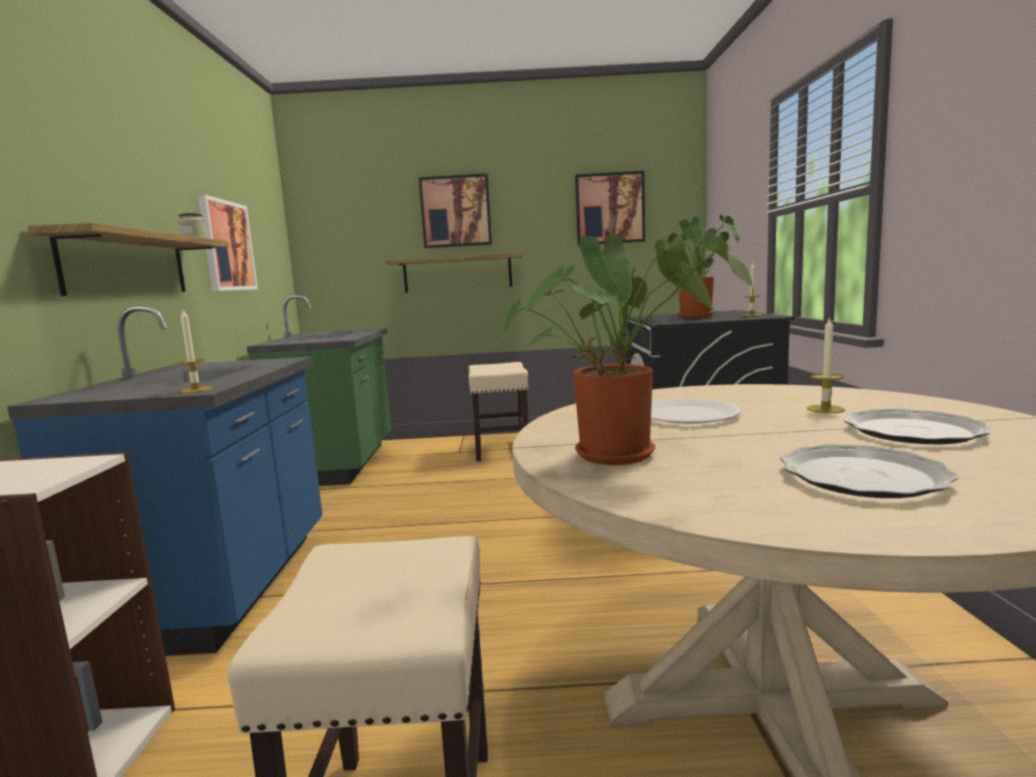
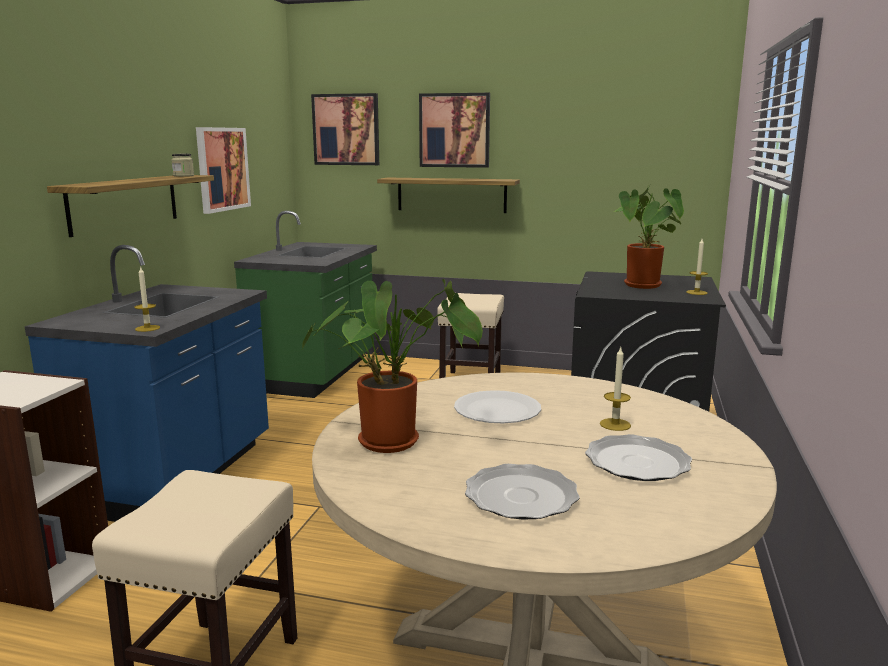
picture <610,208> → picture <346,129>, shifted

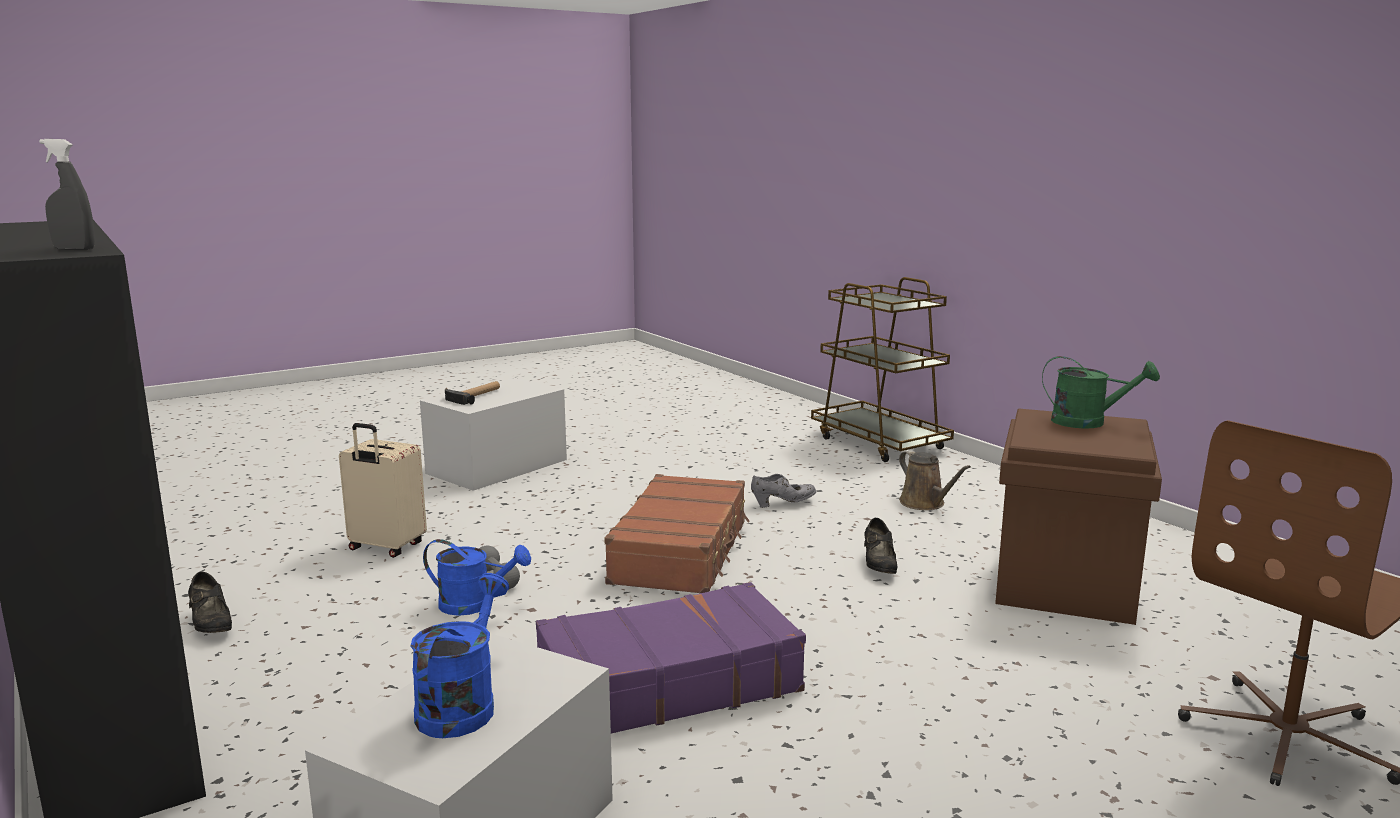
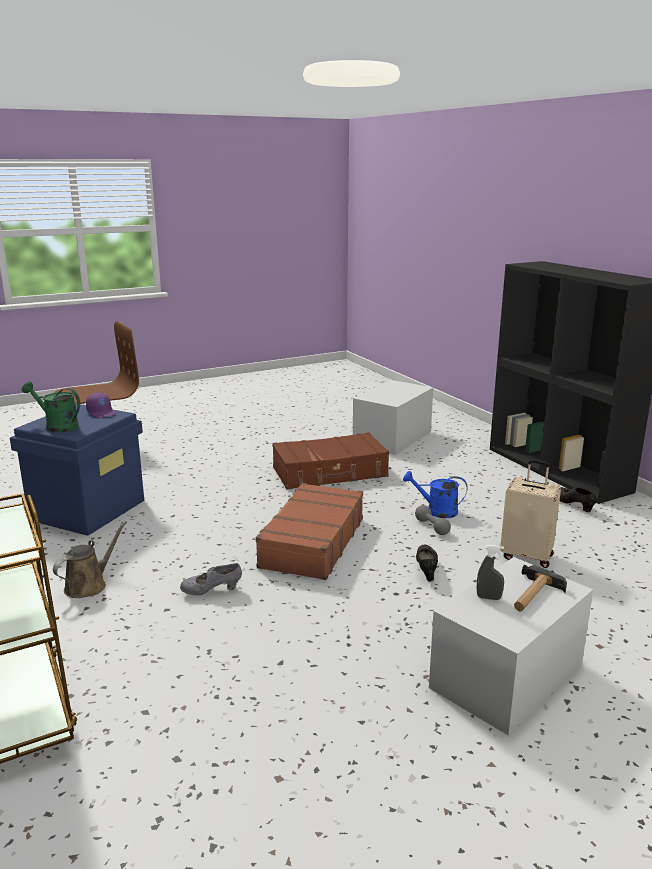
grey_spray_bottle <74,249> → grey_spray_bottle <488,598>, shifted
brown_storage_box <1066,584> → blue_storage_box <88,509>
brown_watering_can <925,503> → brown_watering_can <89,585>, 60 degrees clockwise
black_shoe <879,566> → black_shoe <426,569>, shifted
blue_watering_can <461,705> → -
purple_suitcase <667,683> → brown_suitcase <330,473>
- → purple_cap <102,412>

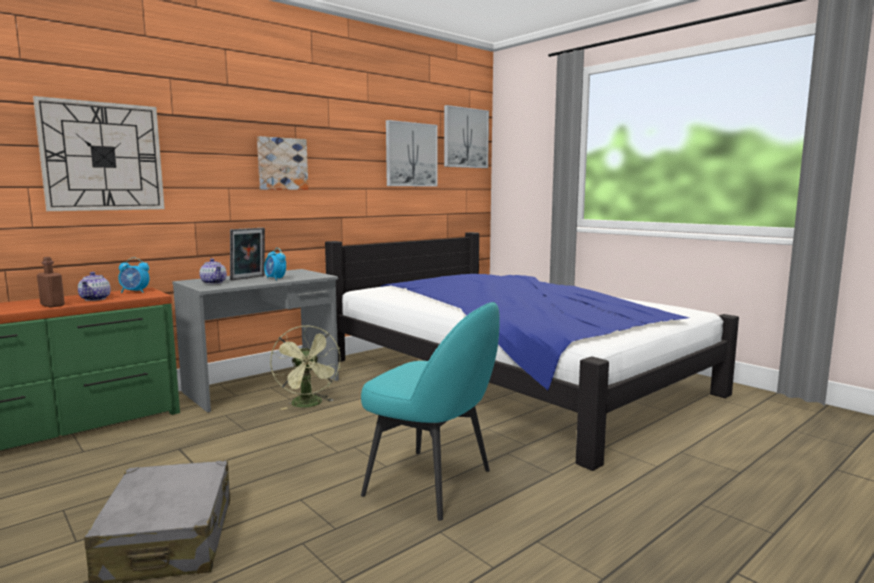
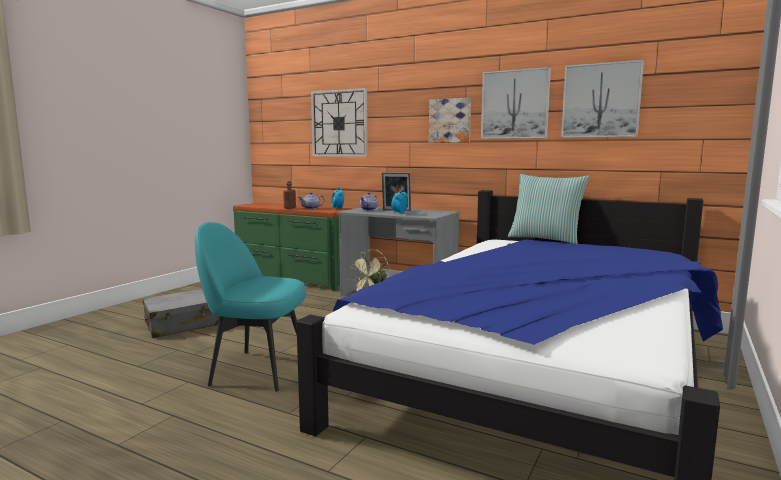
picture <465,138> → picture <515,104>, shifted
turquoise_chair <431,483> → turquoise_chair <257,369>, 90 degrees clockwise
- → pillow <545,239>

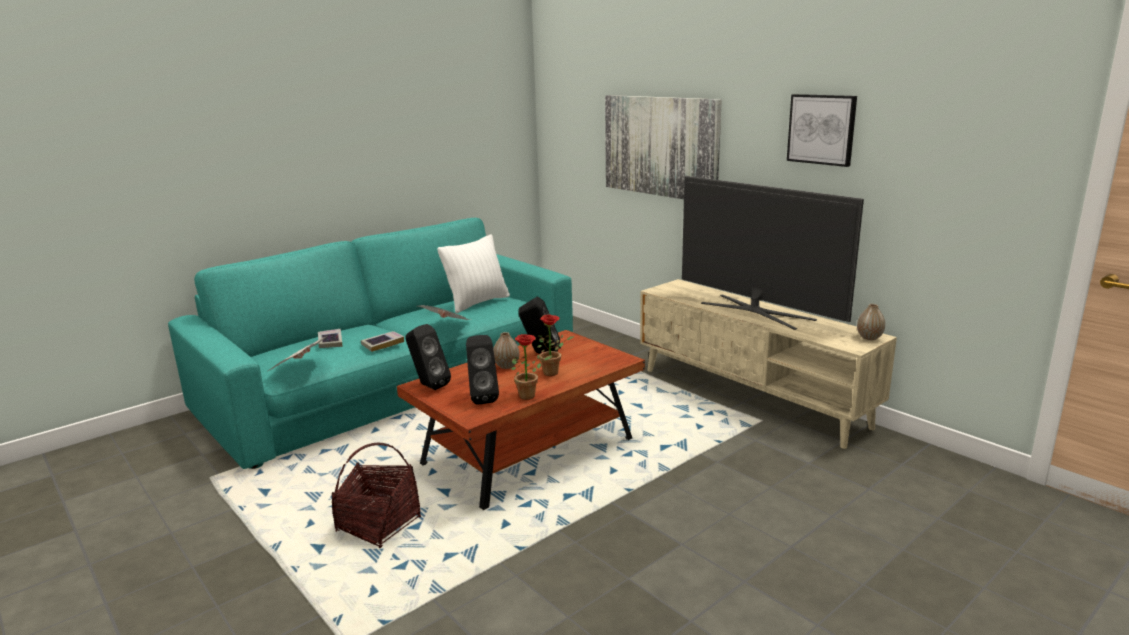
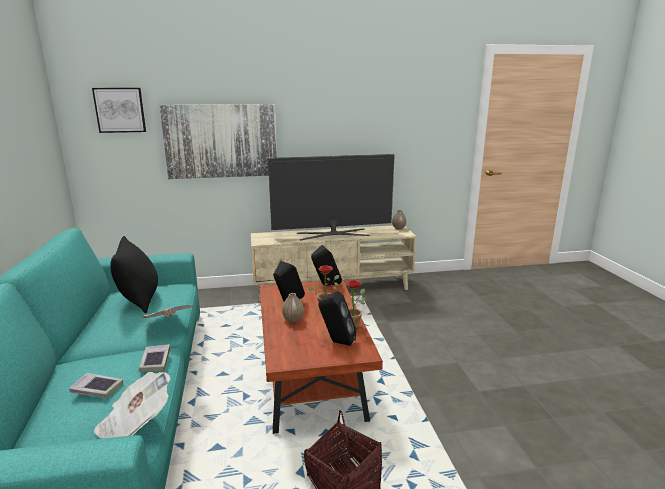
picture <821,129> → picture <120,110>, shifted
white_pillow <477,303> → black_pillow <139,300>
black_speaker <428,386> → black_speaker <326,285>, shifted

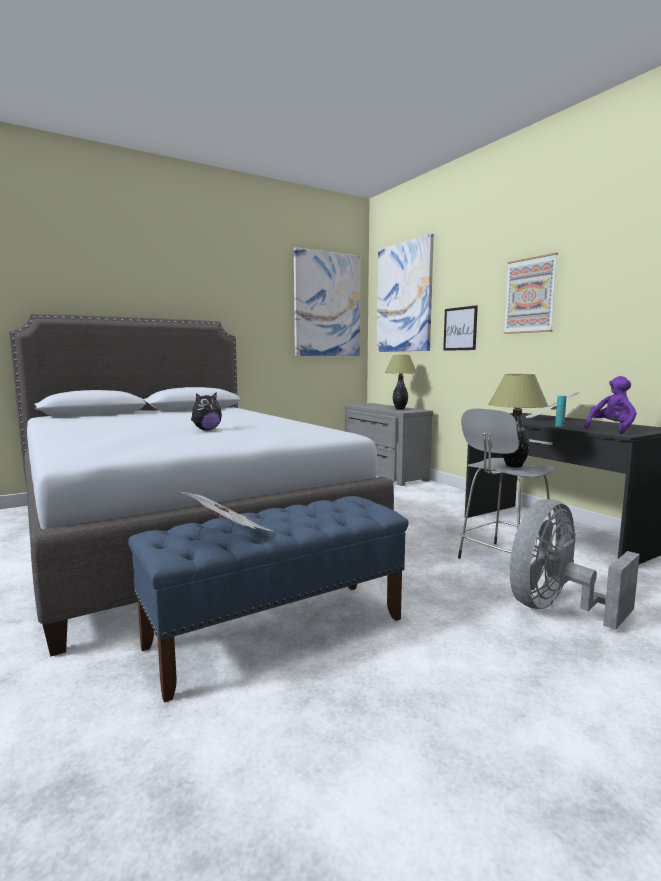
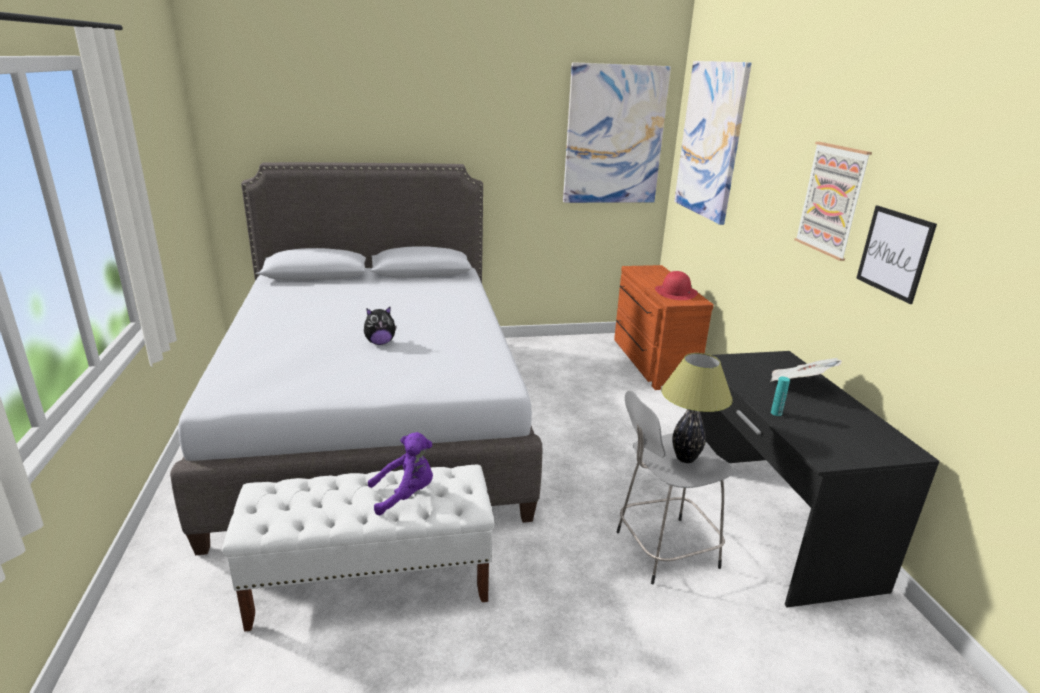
picture <460,329> → picture <894,253>, shifted
table_lamp <400,409> → red_hat <675,292>
purple_plush_toy <611,430> → purple_plush_toy <405,495>, shifted
grey_dresser <382,474> → brown_dresser <650,362>
newspaper <228,534> → -
blue_bench <278,632> → white_bench <372,583>
grey_fan <556,608> → -

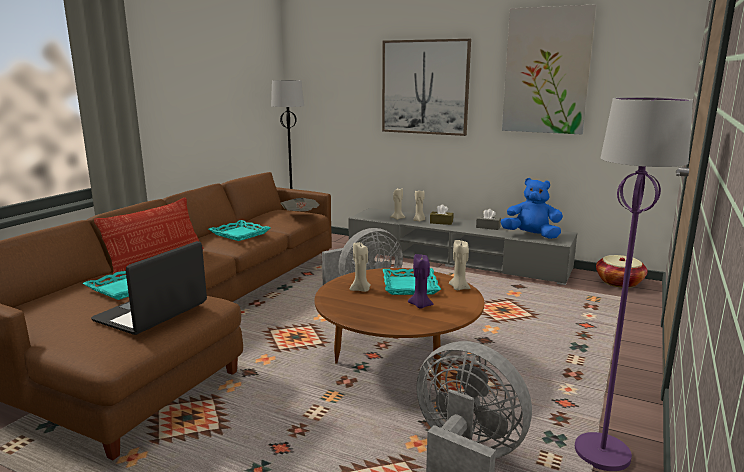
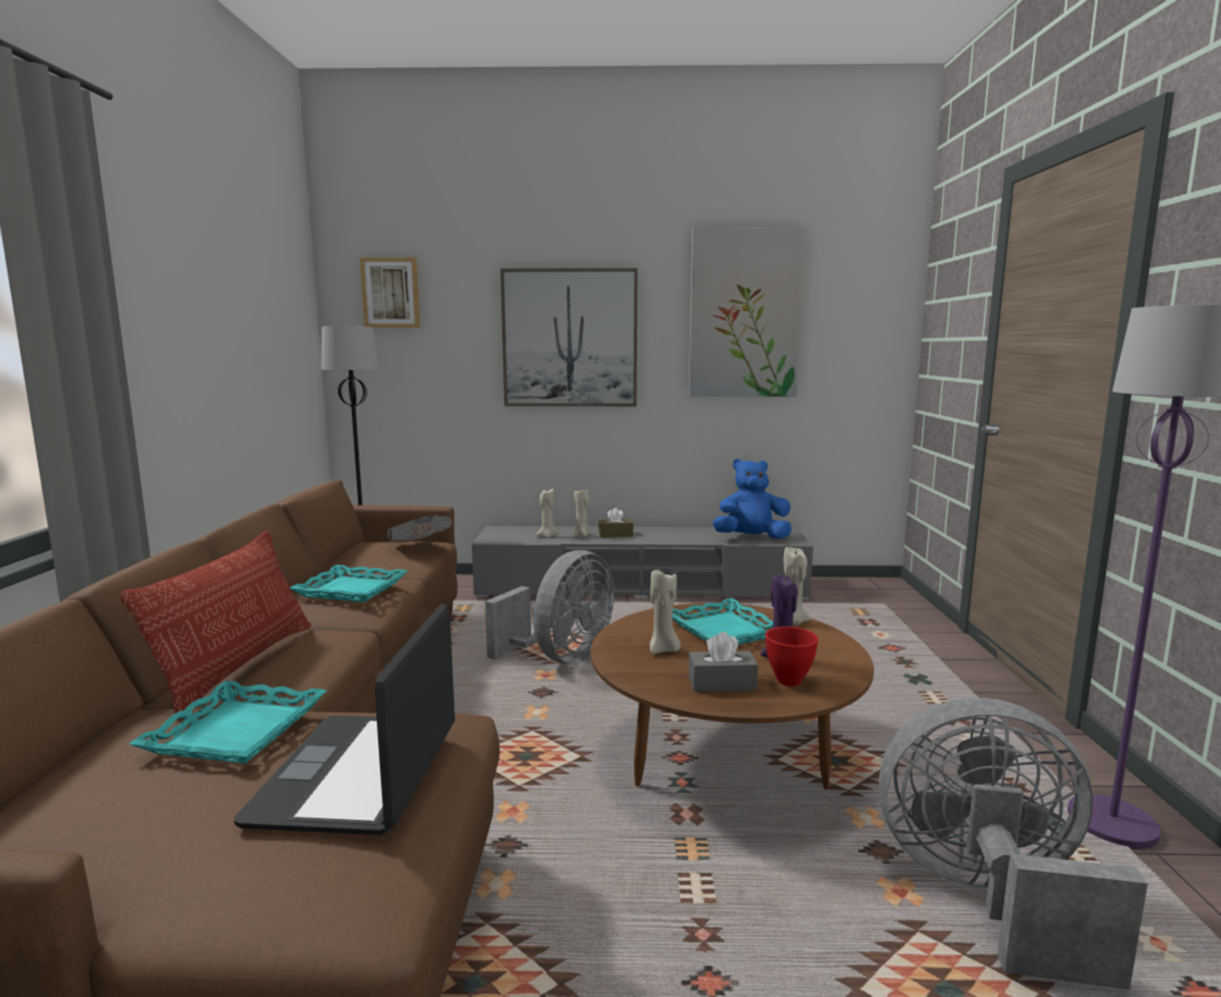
grey_tissue_box <488,227> → grey_tissue_box <722,683>, shifted
basket <619,282> → -
- → picture <391,293>
- → red_bowl <788,680>

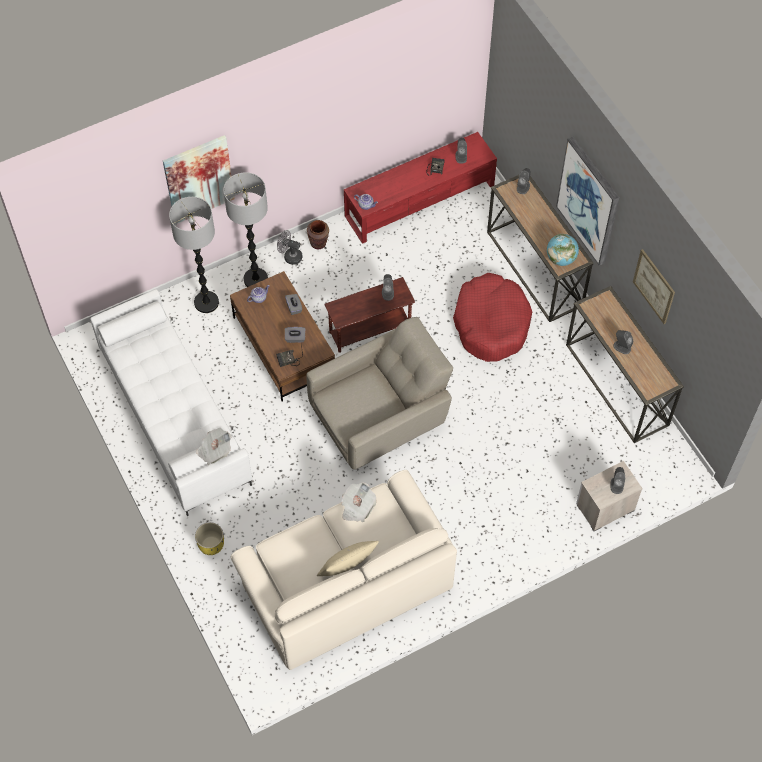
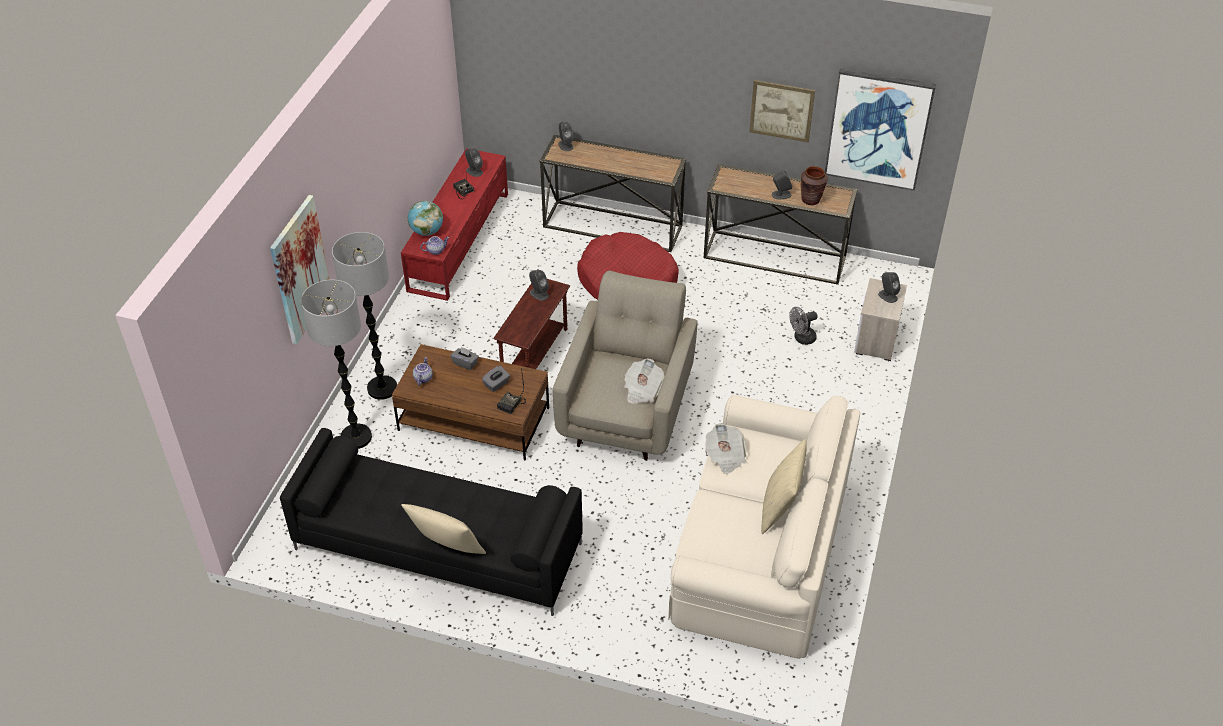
picture <589,200> → picture <878,128>, shifted
brown_vase <318,243> → brown_vase <811,200>, shifted
grey_fan <290,256> → grey_fan <801,339>, shifted
globe <561,259> → globe <427,231>, shifted
white_sofa <174,416> → black_sofa <437,547>
newspaper <214,450> → newspaper <642,390>, shifted
yellow_planter <211,544> → -
- → beige_pillow <447,550>

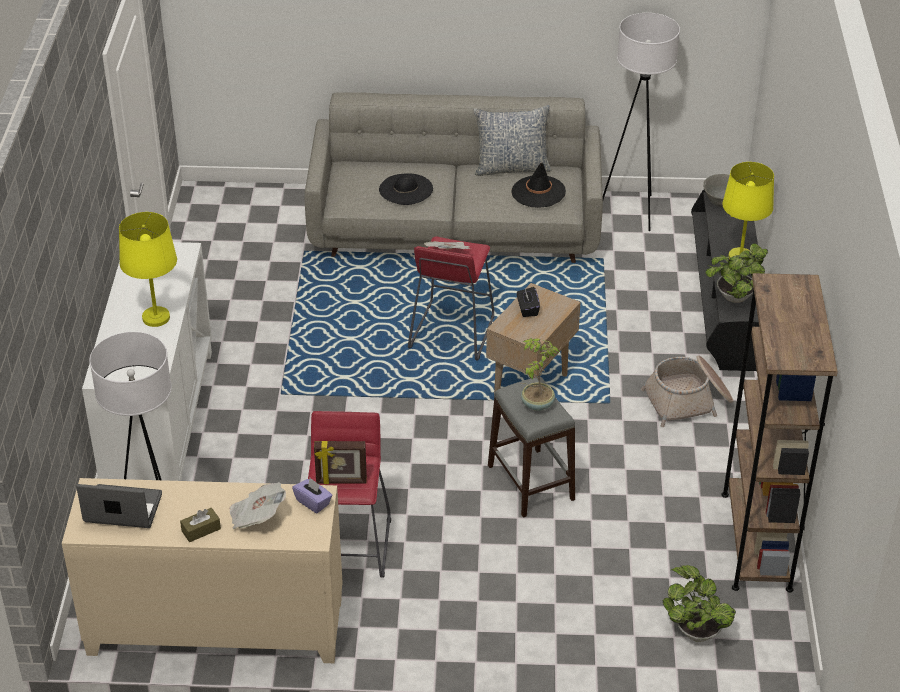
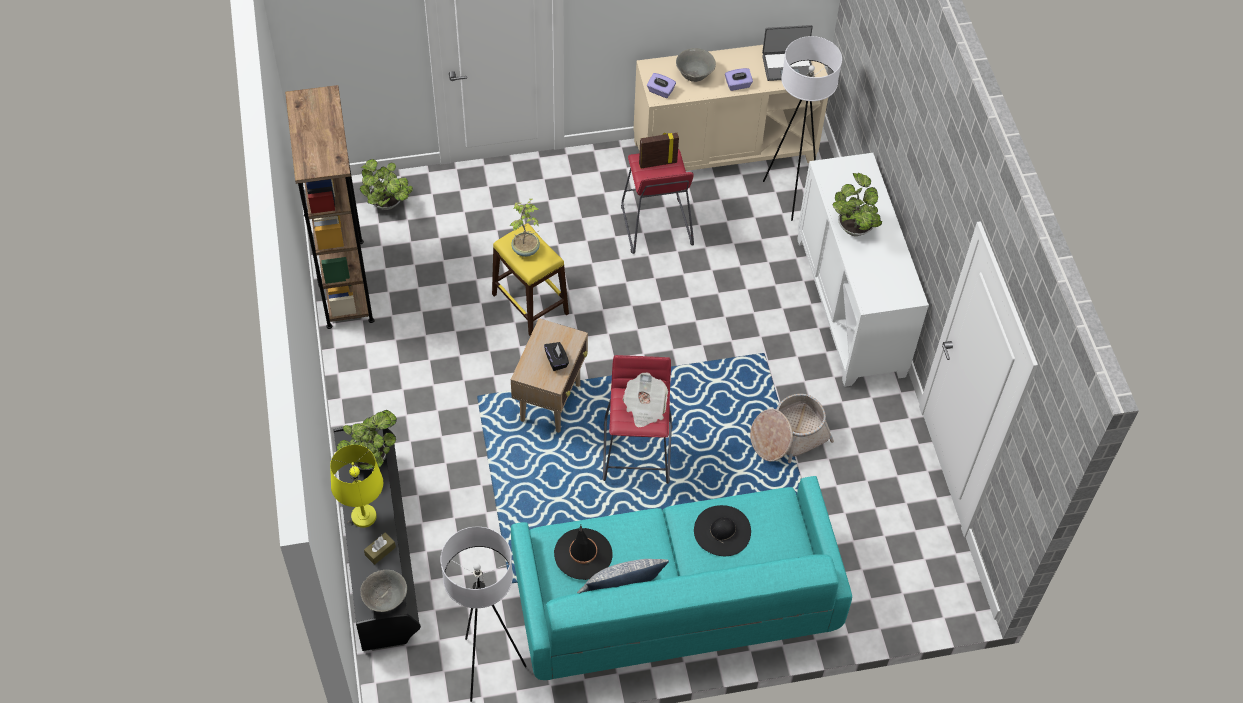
grey_sofa <455,229> → turquoise_sofa <674,599>
yellow_table_lamp <156,317> → potted_plant <854,226>
basket <688,401> → basket <788,436>, shifted
grey_stool <530,483> → yellow_stool <530,303>
newspaper <257,516> → grey_bowl <694,75>
brown_tissue_box <201,530> → brown_tissue_box <380,551>, shifted
- → purple_tissue_box <738,85>

